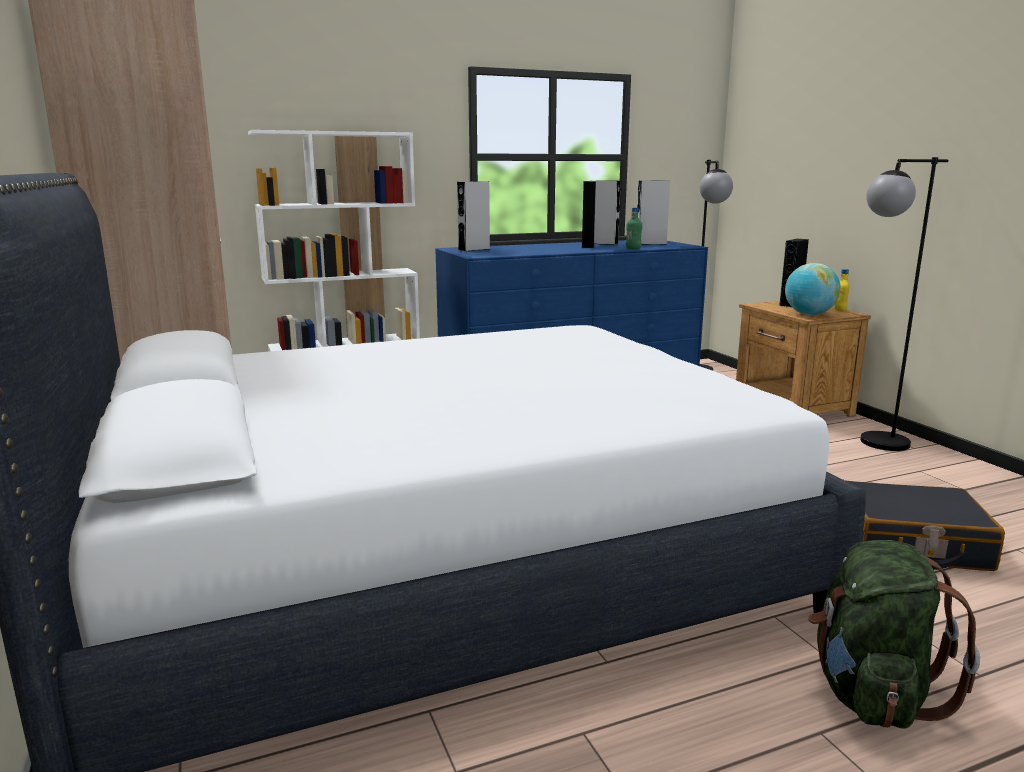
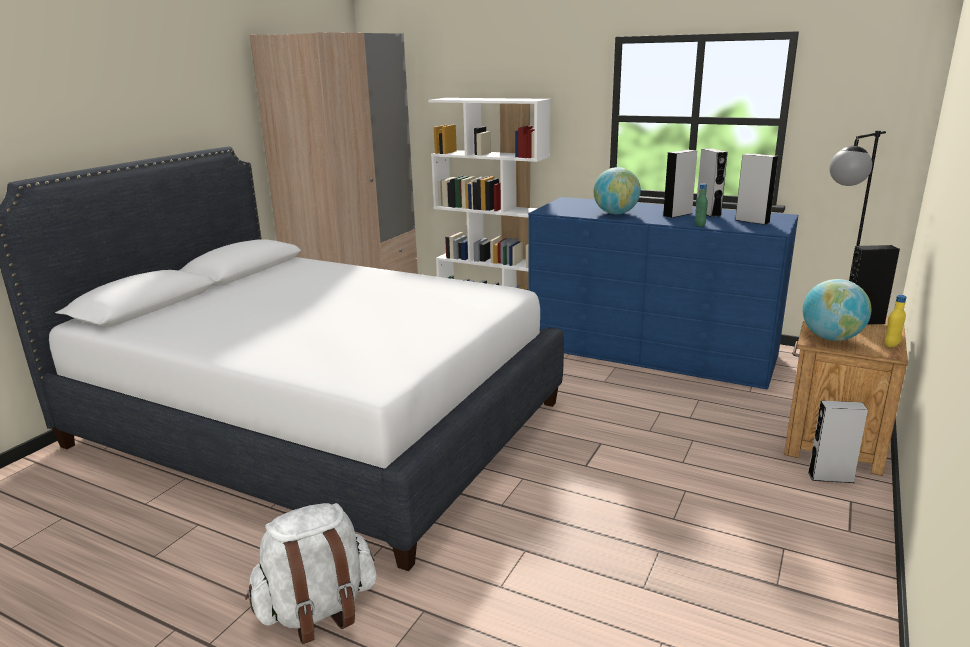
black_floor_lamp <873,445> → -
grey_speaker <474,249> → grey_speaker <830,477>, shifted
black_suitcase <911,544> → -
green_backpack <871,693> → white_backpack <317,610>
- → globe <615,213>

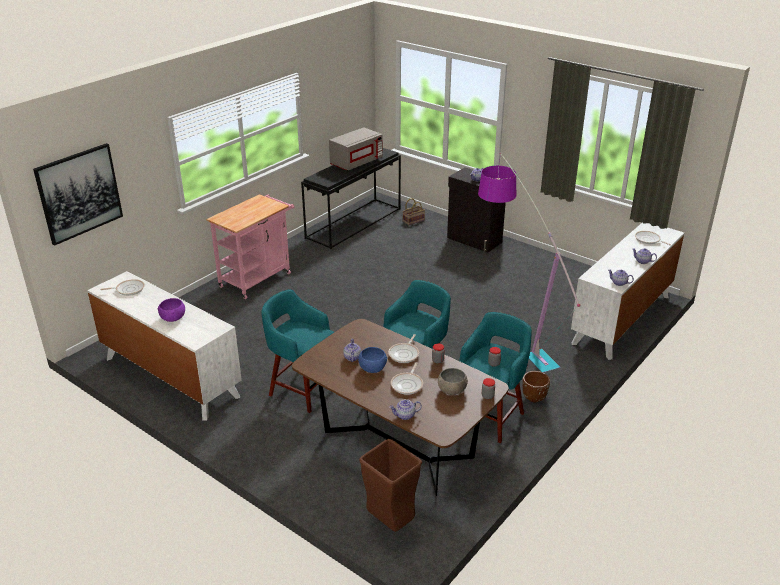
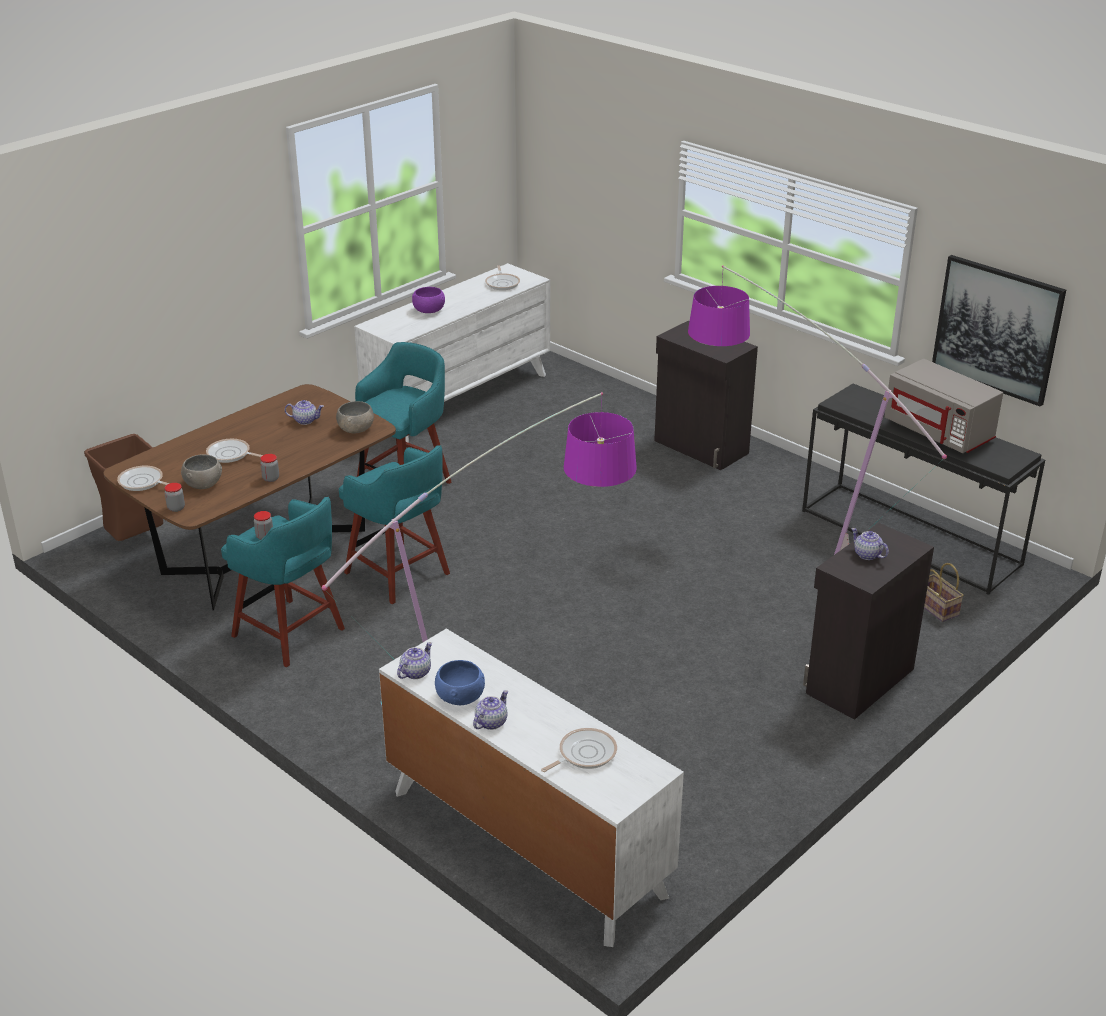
picture <79,193> → picture <997,329>, shifted
pink_cart <258,278> → black_cabinet <700,448>
frying_pan <404,354> → frying_pan <143,482>, shifted
blue_bowl <372,368> → blue_bowl <460,696>, shifted
brown_planter <534,398> → -
teapot <405,415> → -
- → floor_lamp <773,536>
- → grey_bowl <356,429>

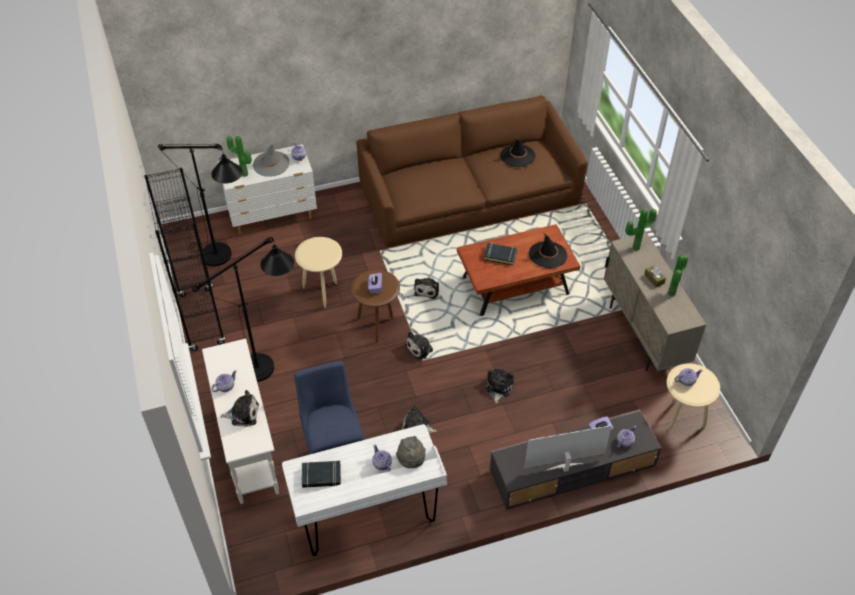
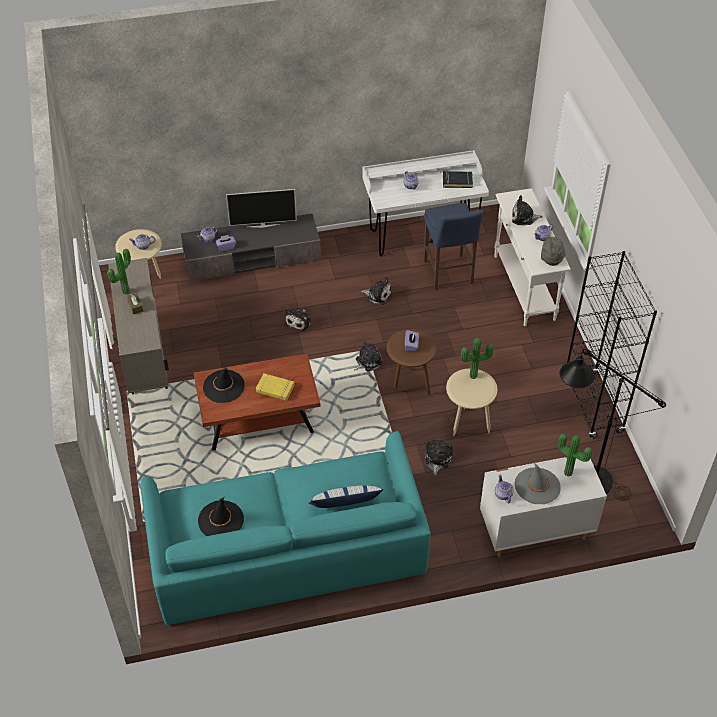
brown_sofa <469,195> → turquoise_sofa <286,546>
potted_plant <635,247> → potted_plant <474,377>, shifted
black_floor_lamp <266,364> → -
black_book <500,255> → yellow_book <275,389>
plush_toy <427,289> → plush_toy <437,459>, shifted
grey_hat <411,460> → grey_hat <551,258>, shifted
- → pillow <345,504>

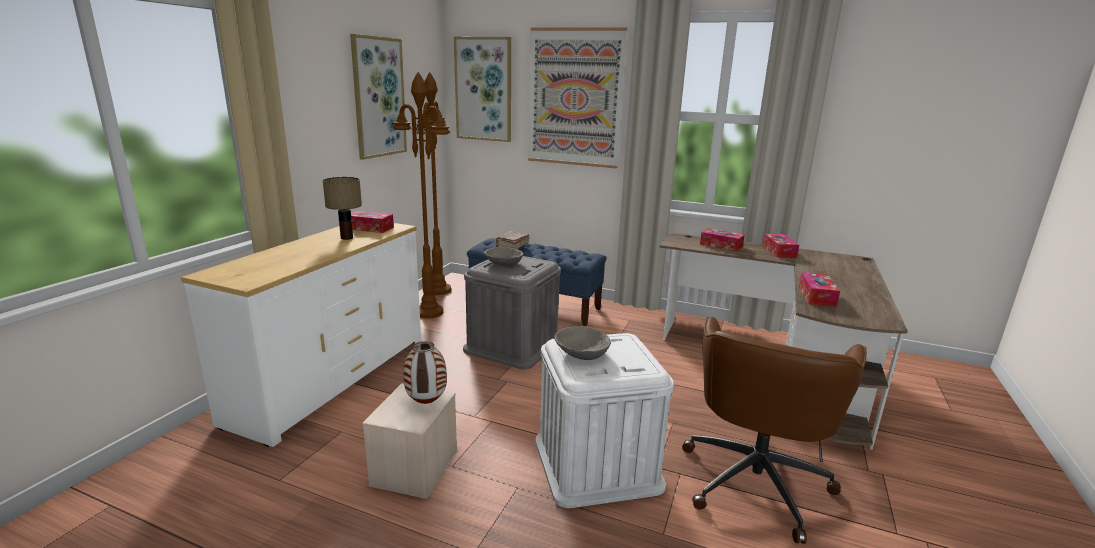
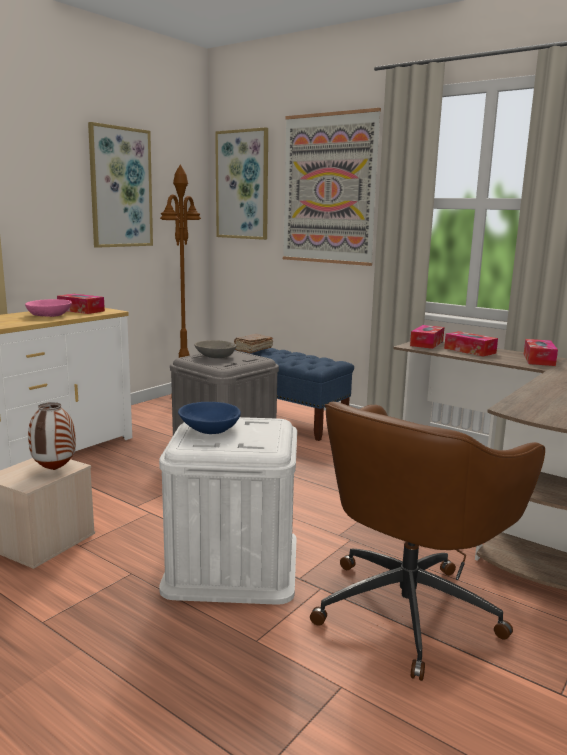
brown_floor_lamp <429,312> → -
table_lamp <347,238> → pink_bowl <49,315>
tissue_box <816,296> → tissue_box <426,343>, shifted
grey_bowl <581,353> → blue_bowl <209,428>

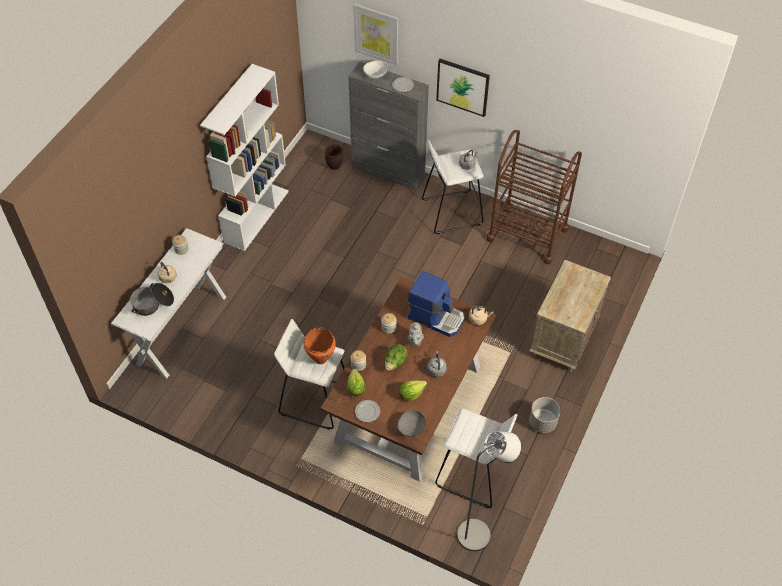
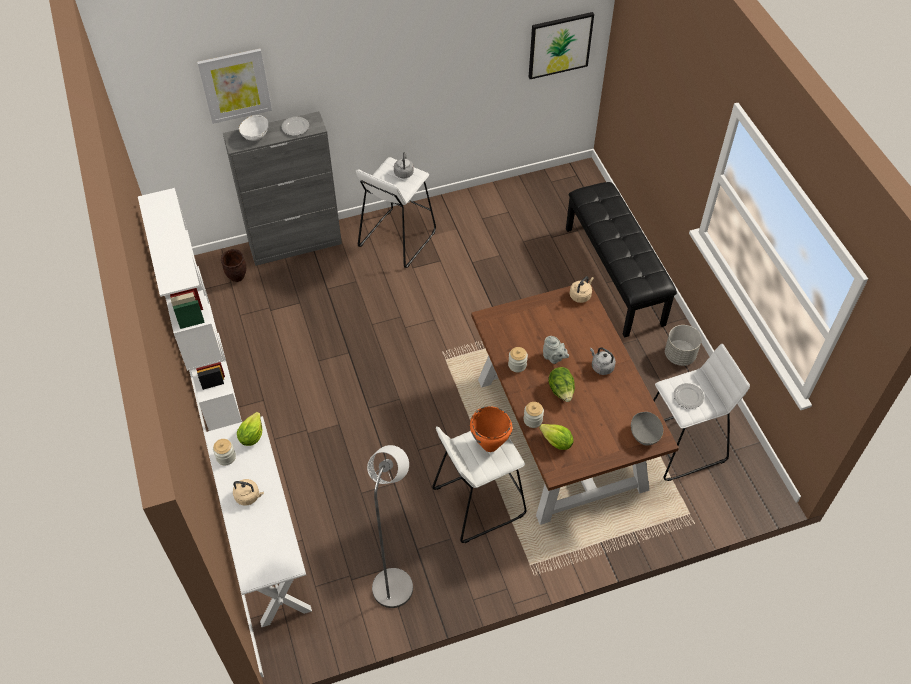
picture <463,87> → picture <559,45>, shifted
brown_cart <527,234> → -
beige_nightstand <563,340> → black_bench <615,275>
coffee_machine <436,317> → -
cooking_pot <153,304> → -
lettuce <411,394> → lettuce <251,436>, shifted
plate <367,412> → plate <688,397>, shifted
grey_floor_lamp <479,532> → grey_floor_lamp <395,580>, shifted

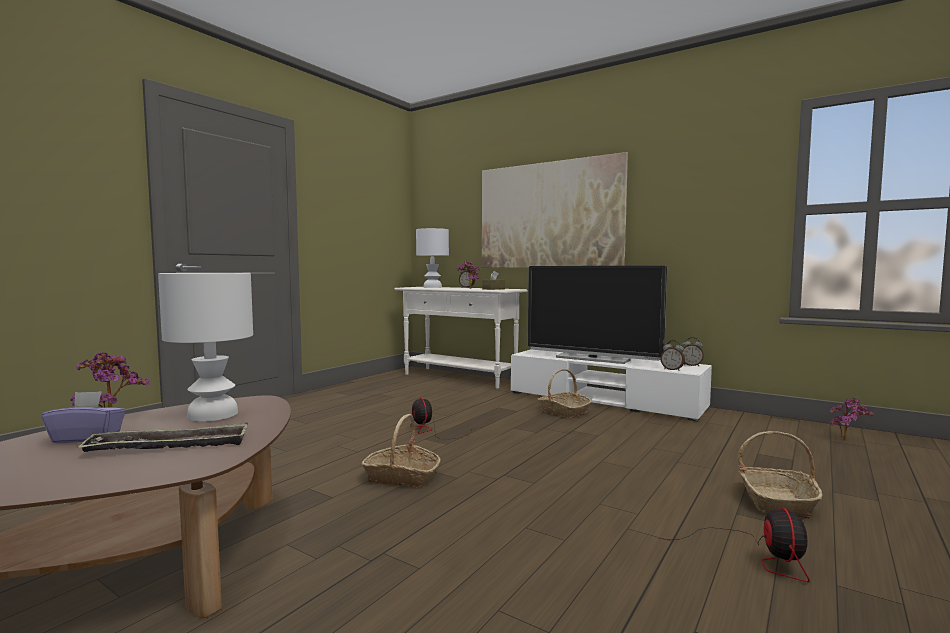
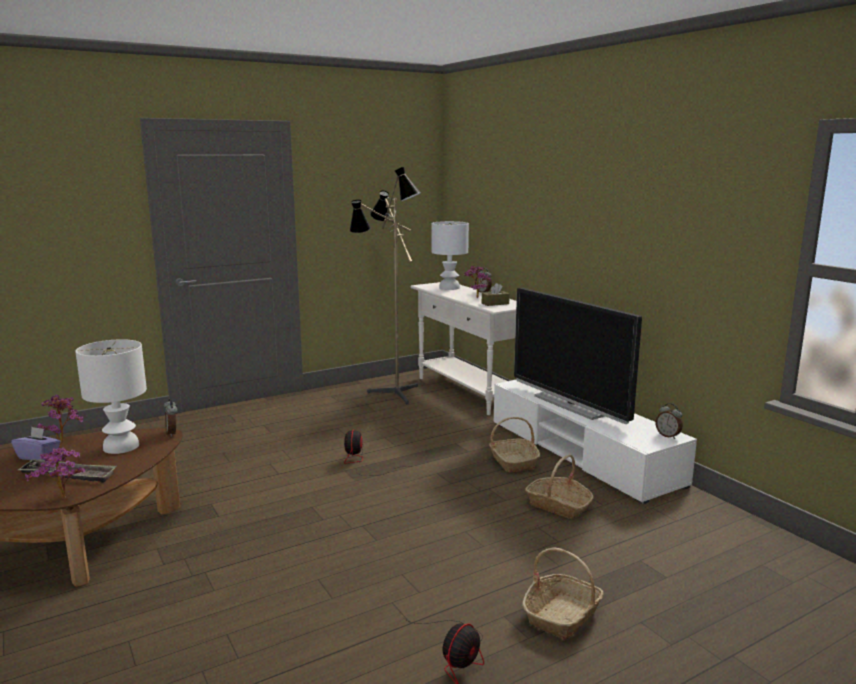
picture <548,215> → -
alarm_clock <672,369> → alarm_clock <172,433>, shifted
potted_plant <847,440> → potted_plant <63,500>, shifted
basket <402,477> → basket <558,505>, shifted
- → floor_lamp <391,395>

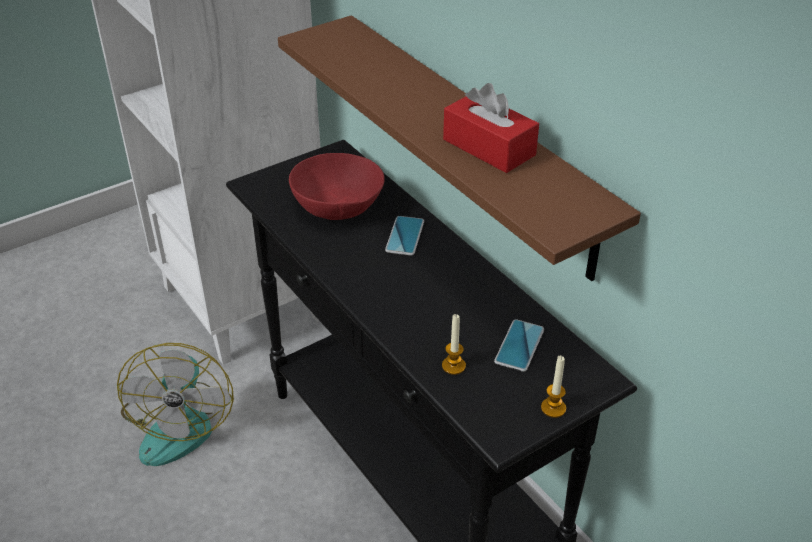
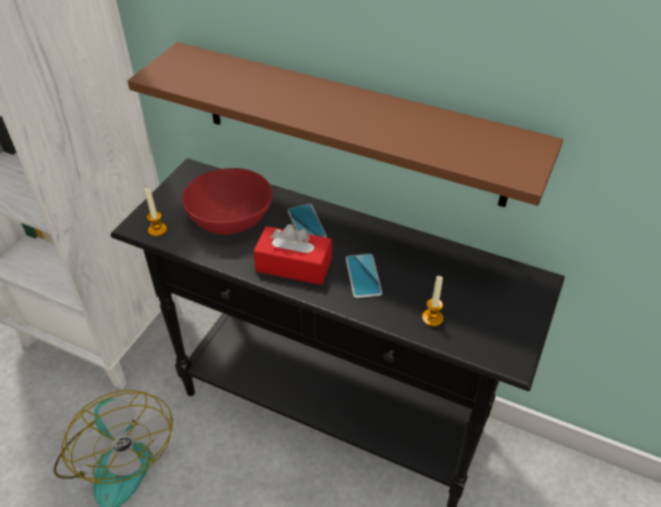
red_tissue_box <489,147> → red_tissue_box <294,265>, shifted
phone <519,346> → phone <363,276>, shifted
candle <553,408> → candle <157,230>, shifted

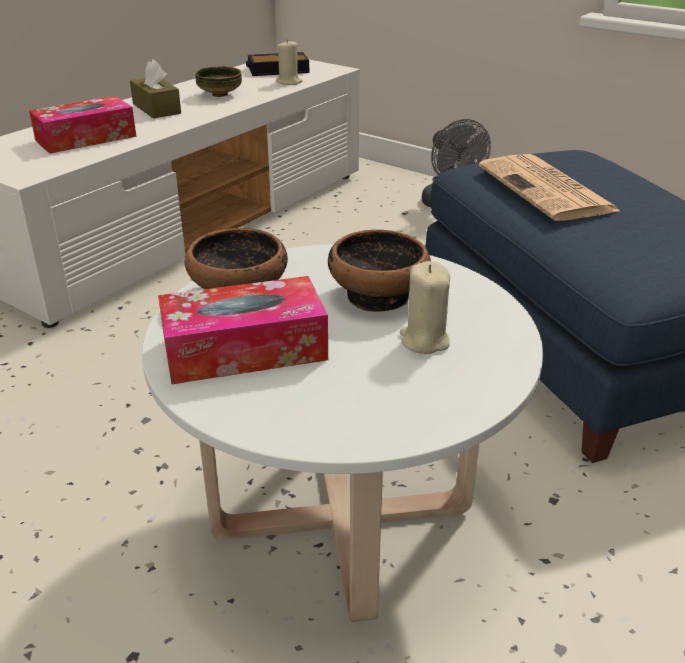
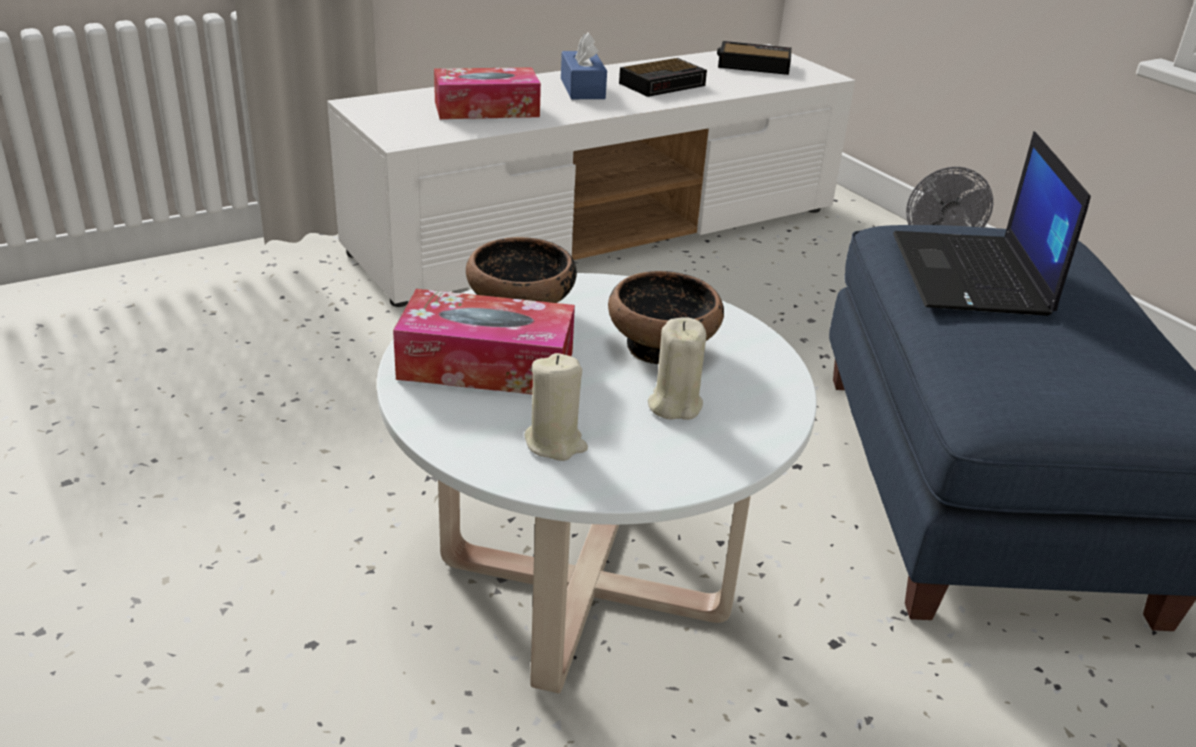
beige_candle <289,82> → beige_candle <555,443>, shifted
brown_tissue_box <156,109> → blue_tissue_box <582,88>
bowl <220,95> → alarm_clock <663,84>
newspaper <547,189> → laptop <972,276>

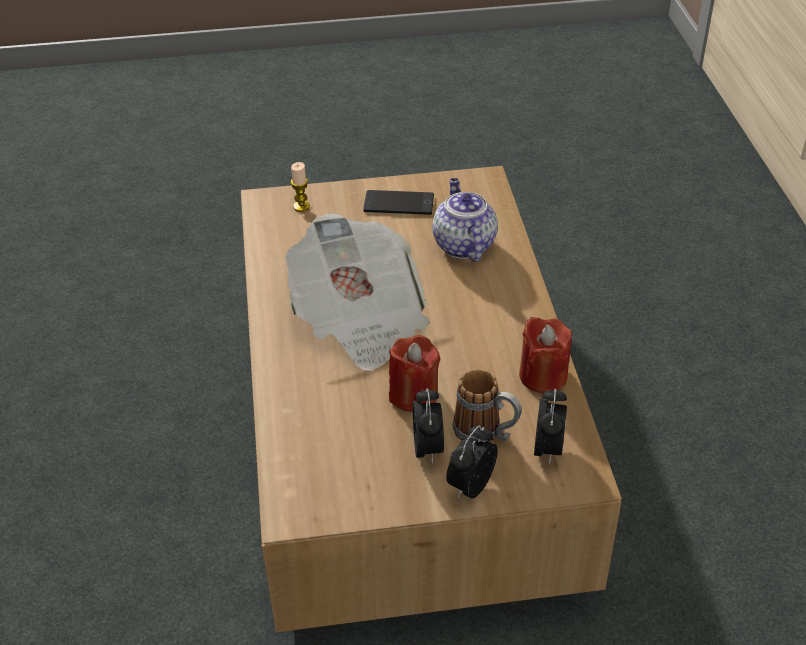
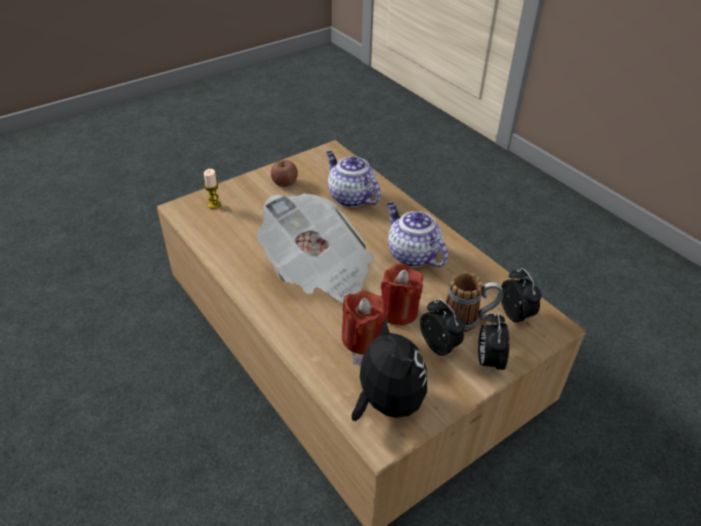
phone <398,203> → apple <284,182>
red_candle <543,376> → red_candle <362,338>, shifted
- → teapot <411,255>
- → plush_toy <385,403>

